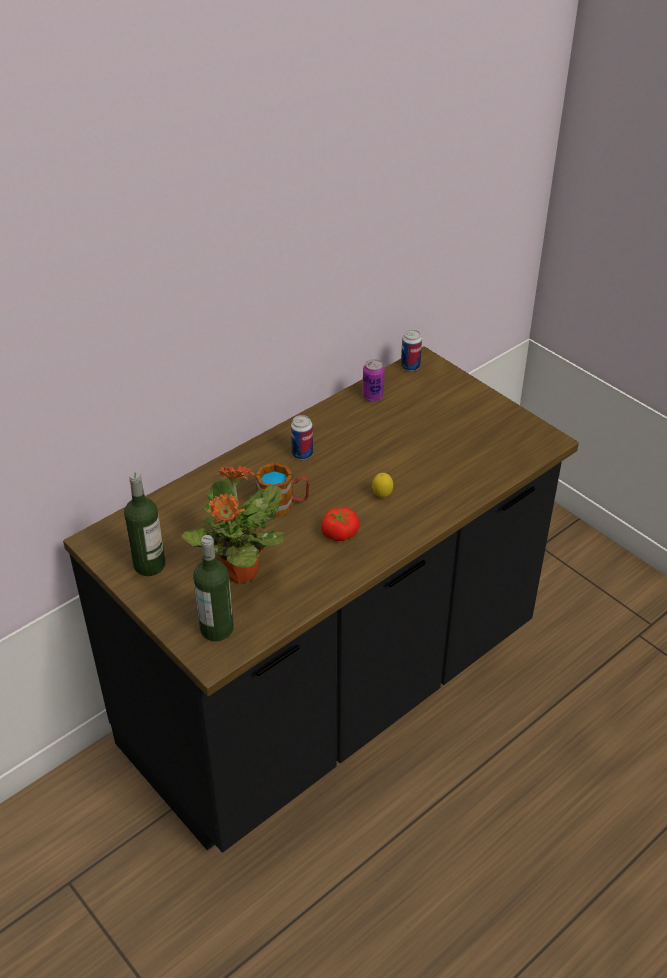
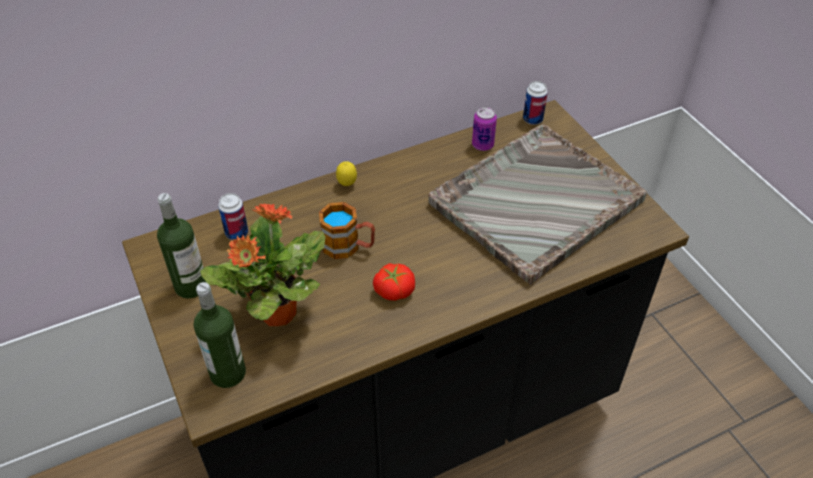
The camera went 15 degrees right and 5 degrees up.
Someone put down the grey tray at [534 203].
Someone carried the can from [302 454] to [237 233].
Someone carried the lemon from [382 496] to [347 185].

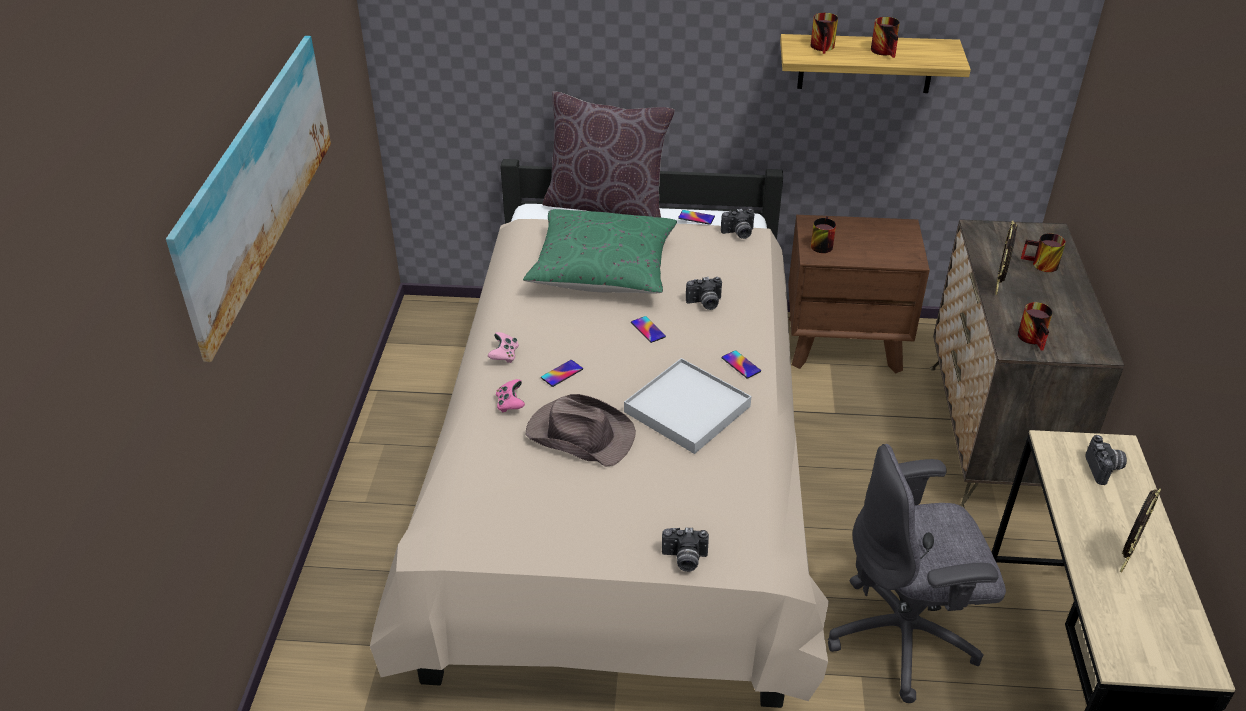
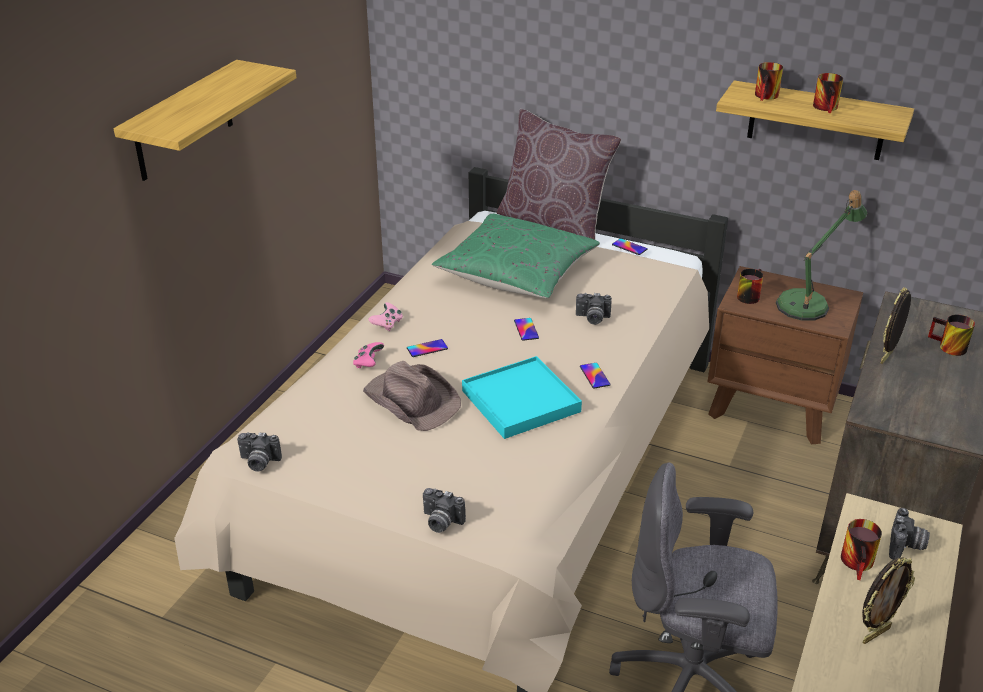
The camera went 20 degrees right and 5 degrees down.
Someone put down the table lamp at [809 303].
Someone carried the photo camera from [738 234] to [259 462].
Someone carried the mug from [1035 339] to [860 564].
Someone swapped the picture at [252 183] for the shelf at [183 121].
Someone repainted the white tray at [687 409], which became the turquoise tray at [521 401].

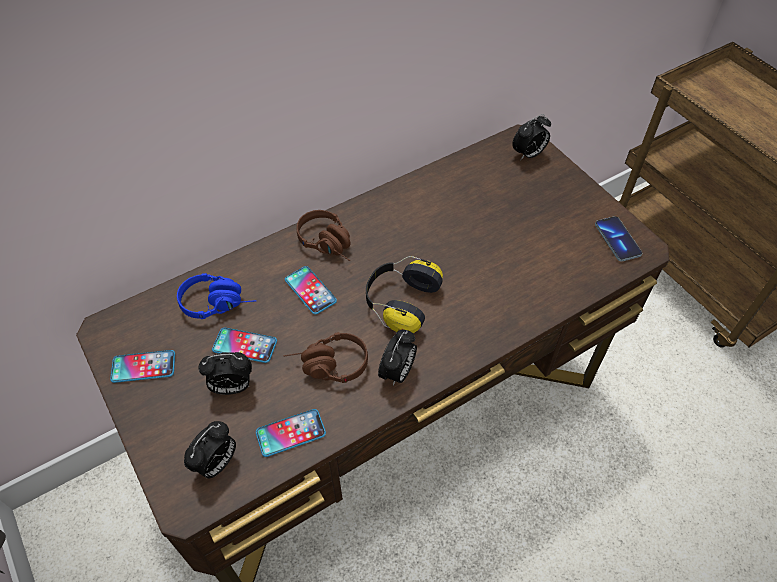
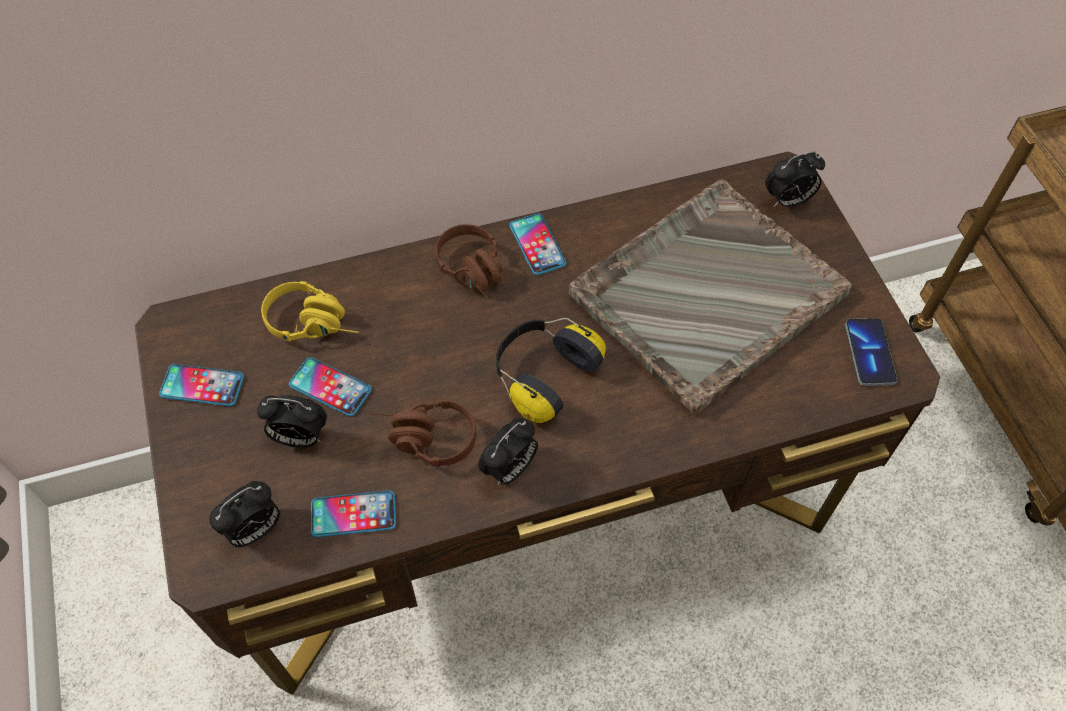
The camera went 15 degrees right and 5 degrees up.
Someone put down the grey tray at [705 295].
Someone carried the phone from [310 290] to [537 245].
Someone repainted the blue headphones at [220 302], which became the yellow headphones at [315 323].

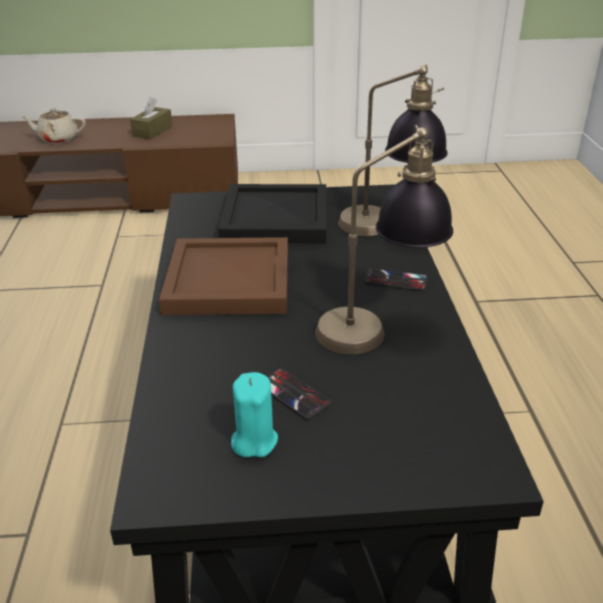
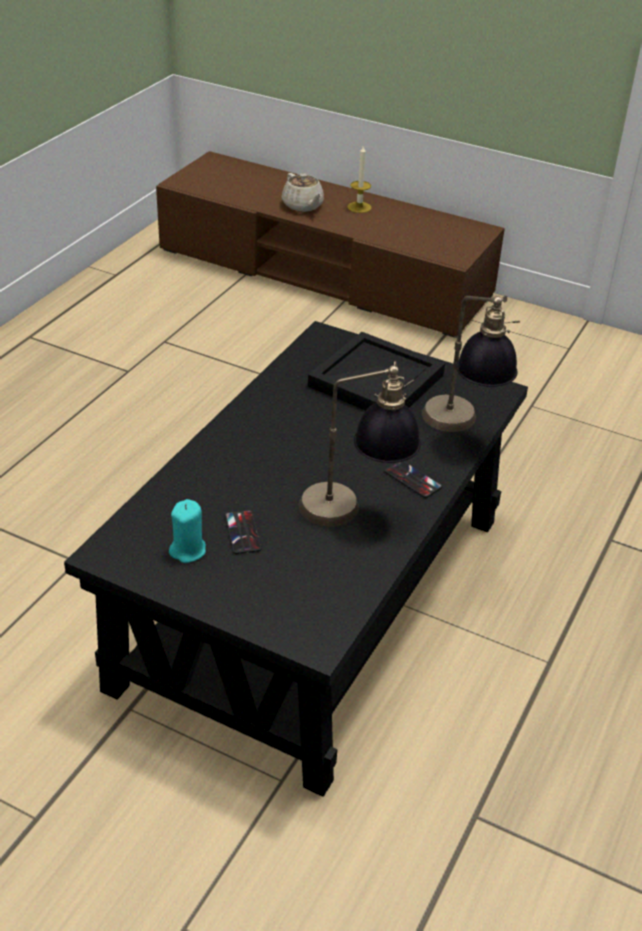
The camera went 30 degrees right and 5 degrees up.
Someone took away the brown tissue box at [152 131].
Someone took away the brown tray at [226 282].
Someone put down the candle at [359 207].
Someone rotated the beige teapot at [58 139] by 150 degrees counterclockwise.

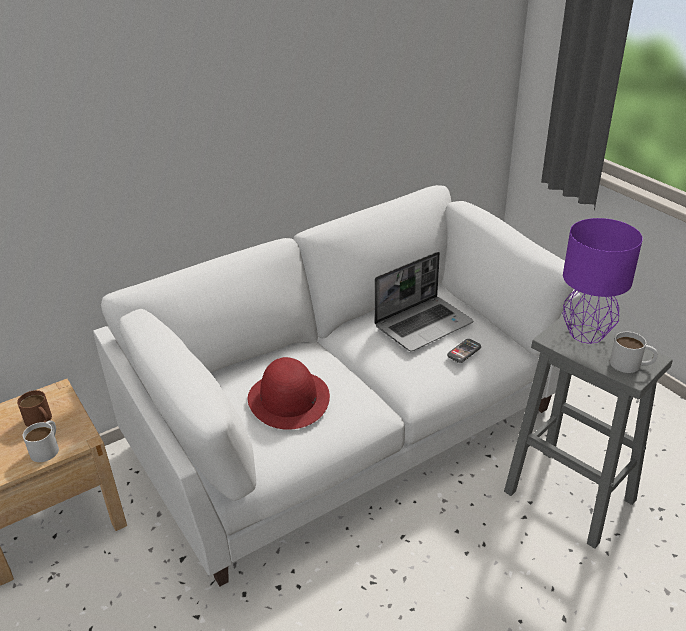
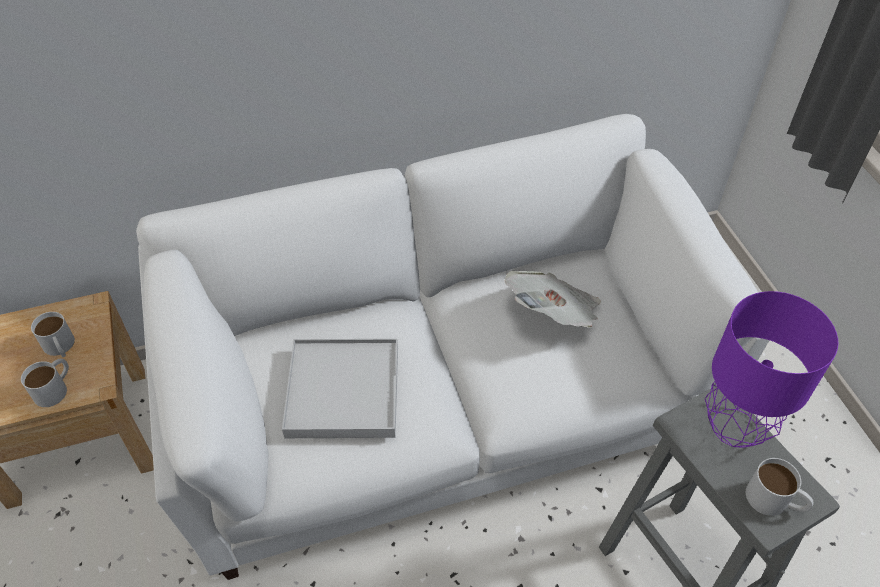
The camera went 15 degrees right and 15 degrees up.
Someone took away the phone at [464 352].
Someone swapped the red hat at [289 399] for the white tray at [343 391].
Someone swapped the laptop at [423 324] for the newspaper at [553 314].
Someone repainted the brown mug at [41 421], which became the white mug at [60 347].

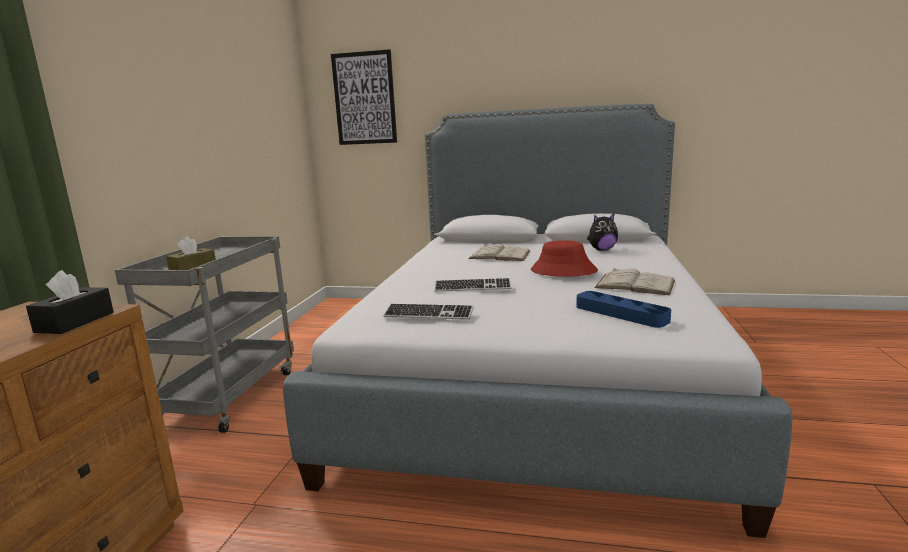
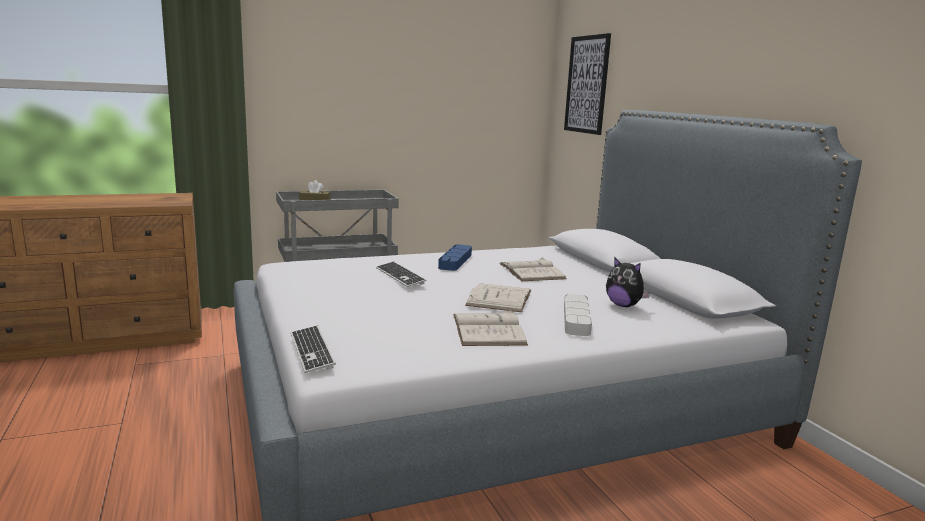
The camera went 55 degrees right and 0 degrees up.
Someone took away the black tissue box at [75 322].
Someone put down the grey tray at [576 319].
Someone carried the keyboard from [428 314] to [311 351].
Someone carried the blue tray from [621 314] to [455 261].
Someone swapped the red hat at [563 271] for the white book at [499 298].

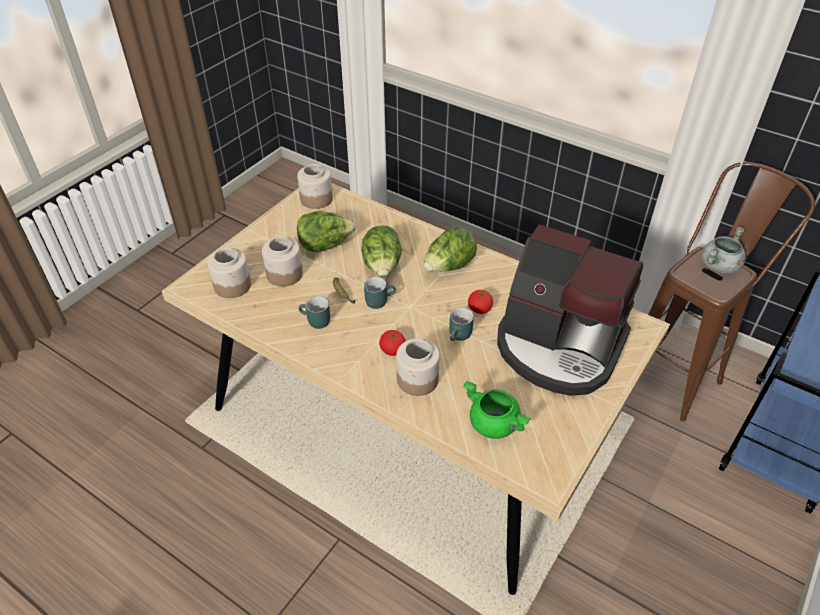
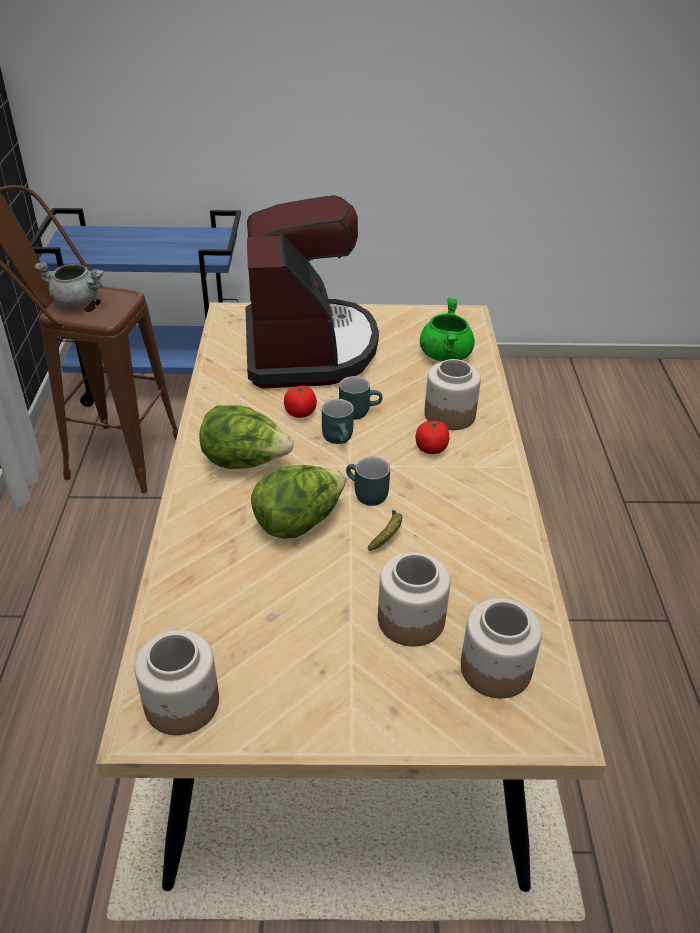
The camera went 125 degrees left and 5 degrees down.
Someone took away the lettuce at [325 245].
Someone carried the turquoise mug from [315 322] to [341 438].

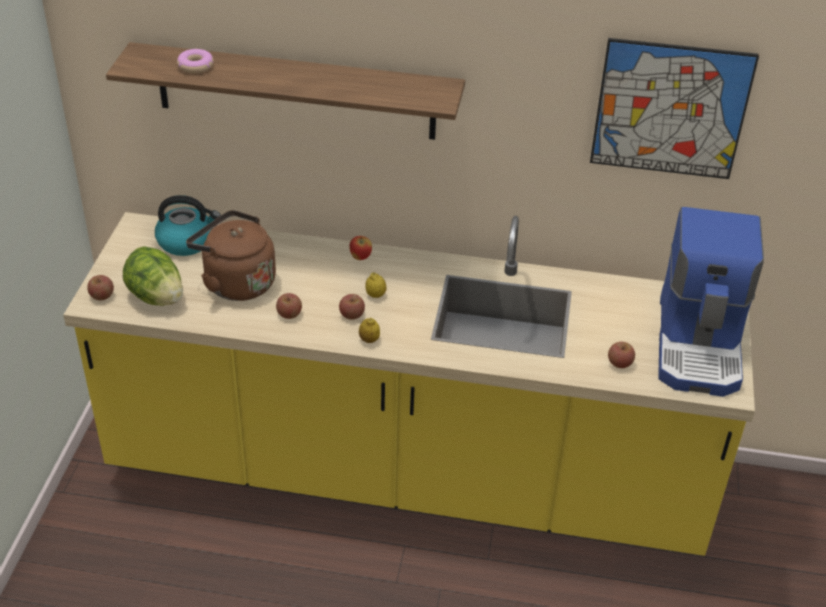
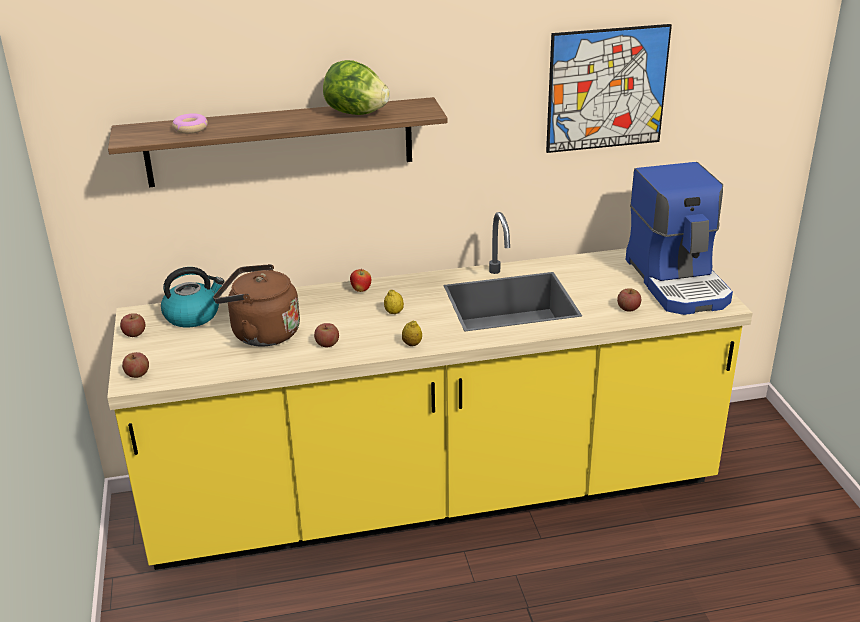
The camera went 20 degrees left and 10 degrees down.
Someone carried the lettuce from [156 297] to [356 113].
Someone carried the apple from [352 315] to [134 334].

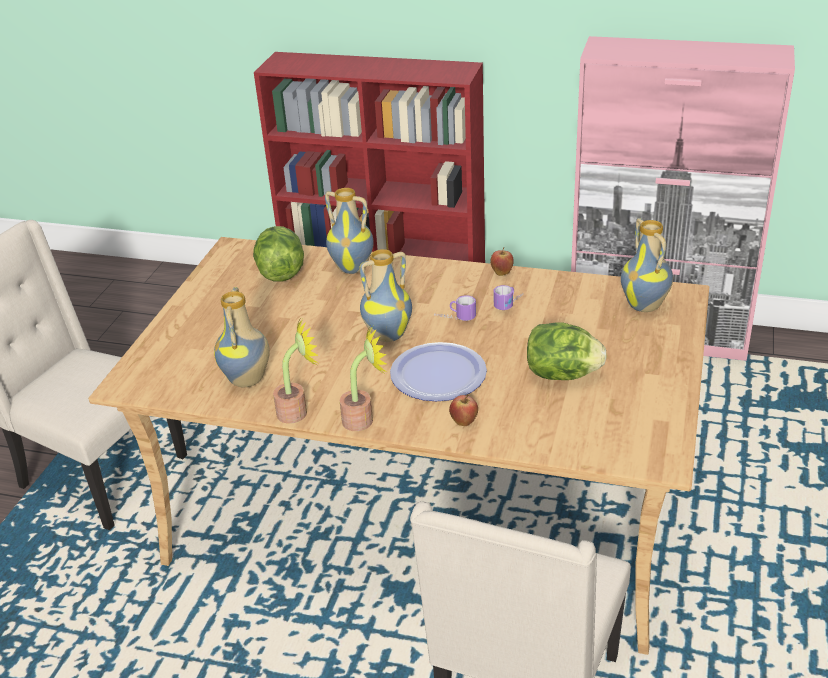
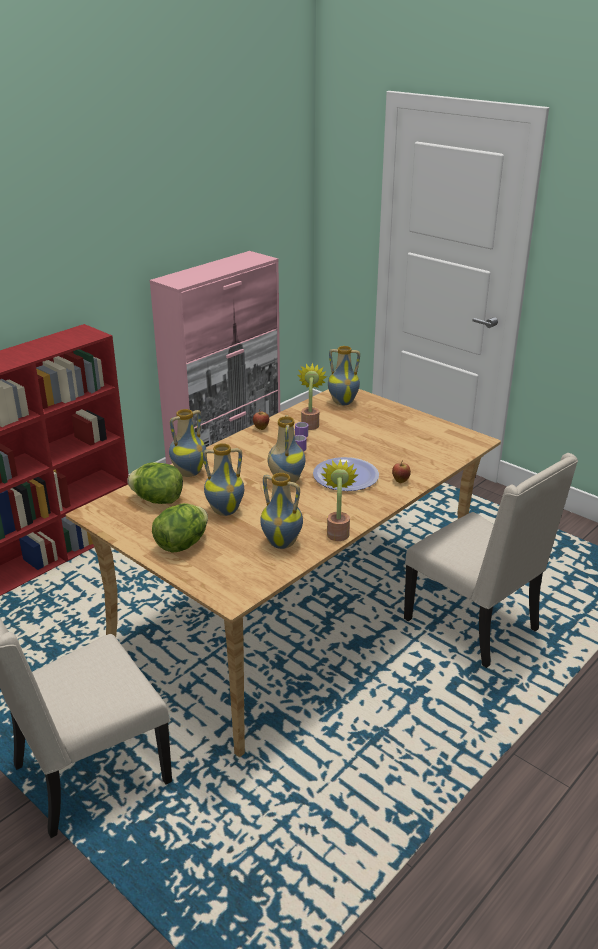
The camera went 65 degrees left and 5 degrees down.
Someone put down the vase at [225 510].
Someone carried the potted plant from [364 419] to [310 424].
Someone carried the lettuce from [562 374] to [182 544].

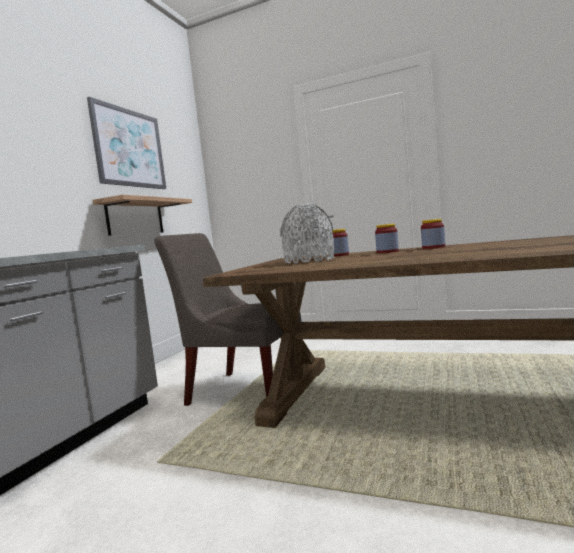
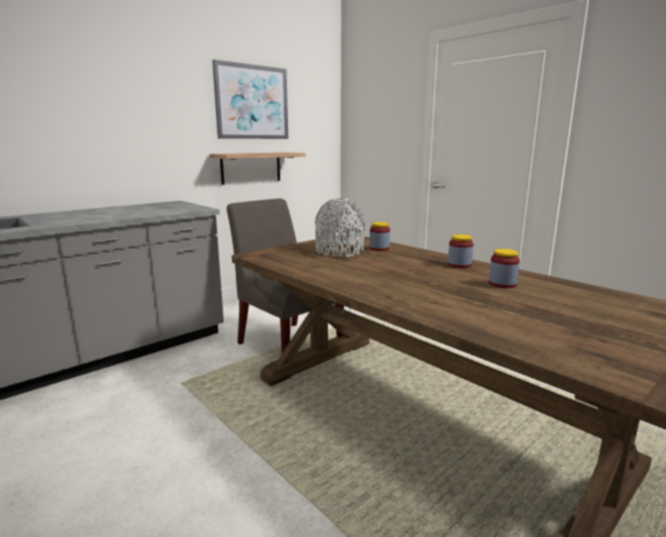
The camera went 25 degrees right and 10 degrees up.
Someone carried the jar from [387 252] to [502 284].

